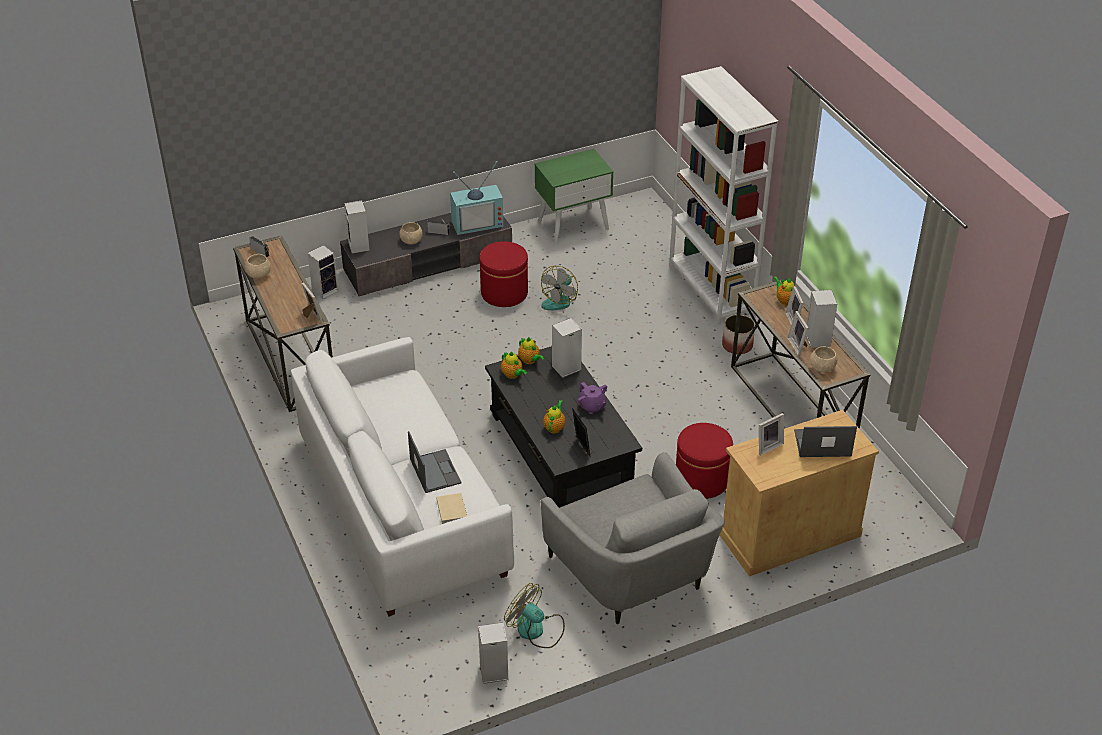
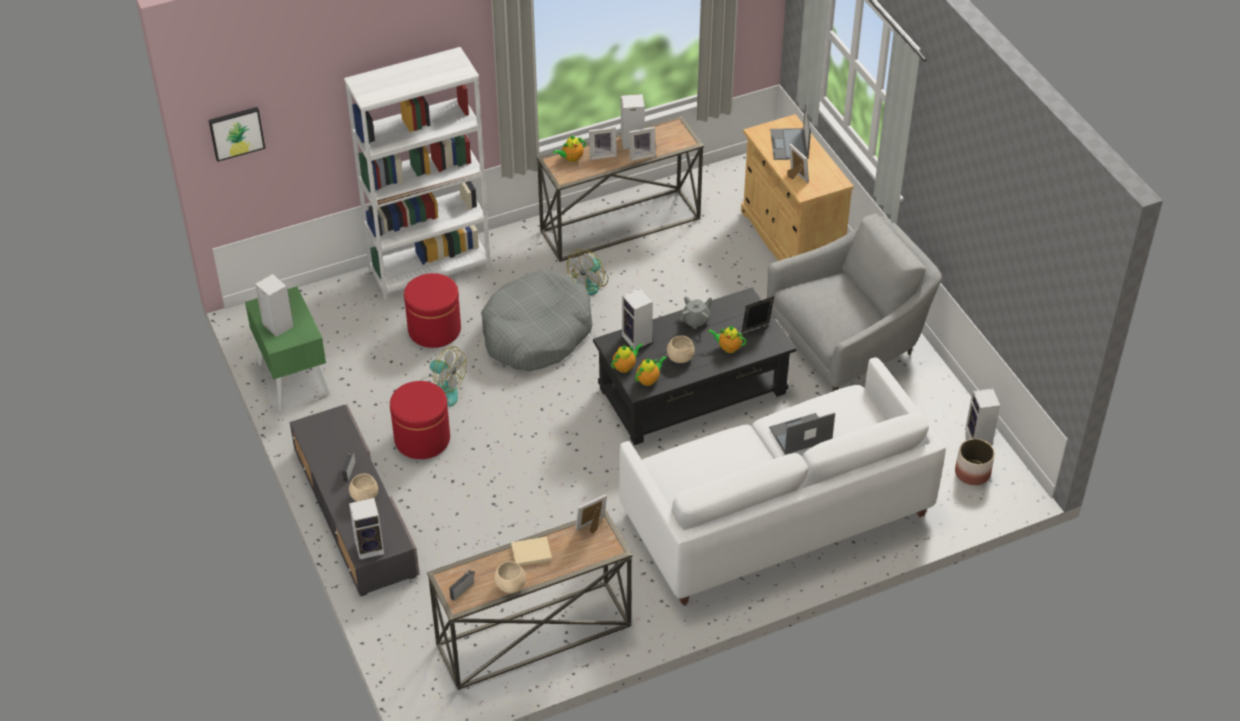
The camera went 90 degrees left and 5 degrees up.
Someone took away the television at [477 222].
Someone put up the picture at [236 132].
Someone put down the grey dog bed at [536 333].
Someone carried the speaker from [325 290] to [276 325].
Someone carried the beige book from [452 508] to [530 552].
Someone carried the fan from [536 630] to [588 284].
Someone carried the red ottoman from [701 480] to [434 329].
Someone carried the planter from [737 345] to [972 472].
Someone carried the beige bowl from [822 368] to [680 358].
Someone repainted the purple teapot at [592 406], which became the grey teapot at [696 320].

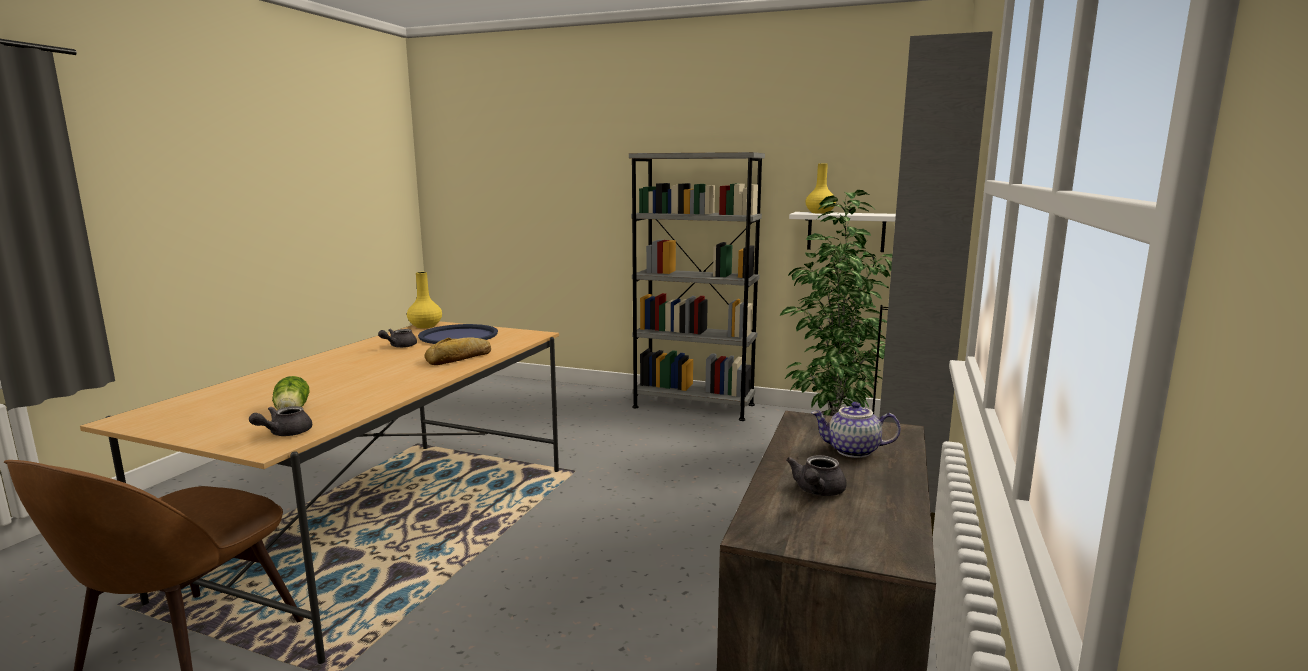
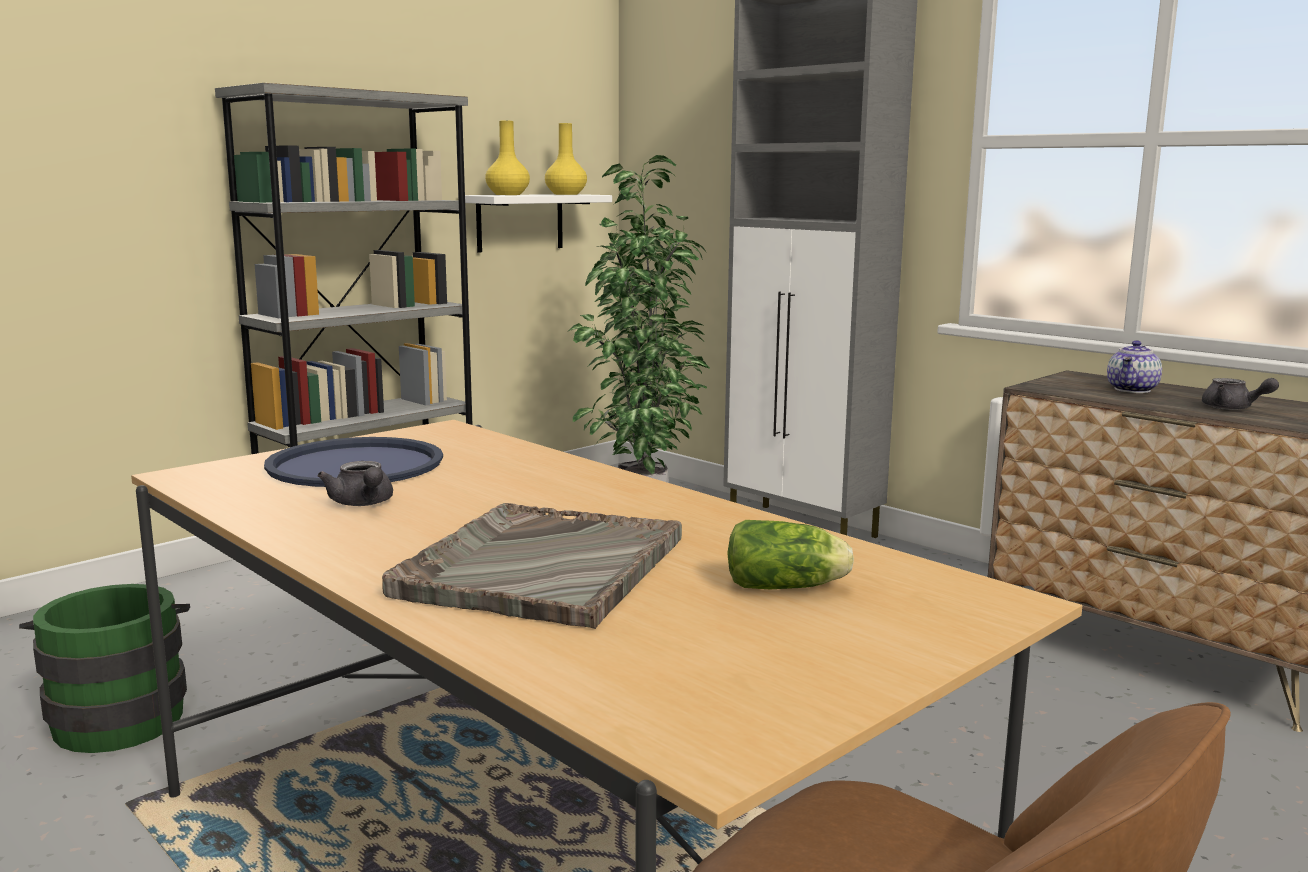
The camera went 65 degrees left and 0 degrees up.
Someone took away the grey teapot at [284 433].
Someone took away the bread at [460 358].
Someone put down the green bucket at [119 716].
Someone put down the grey tray at [541 567].
Someone carried the yellow vase from [425 326] to [566 194].

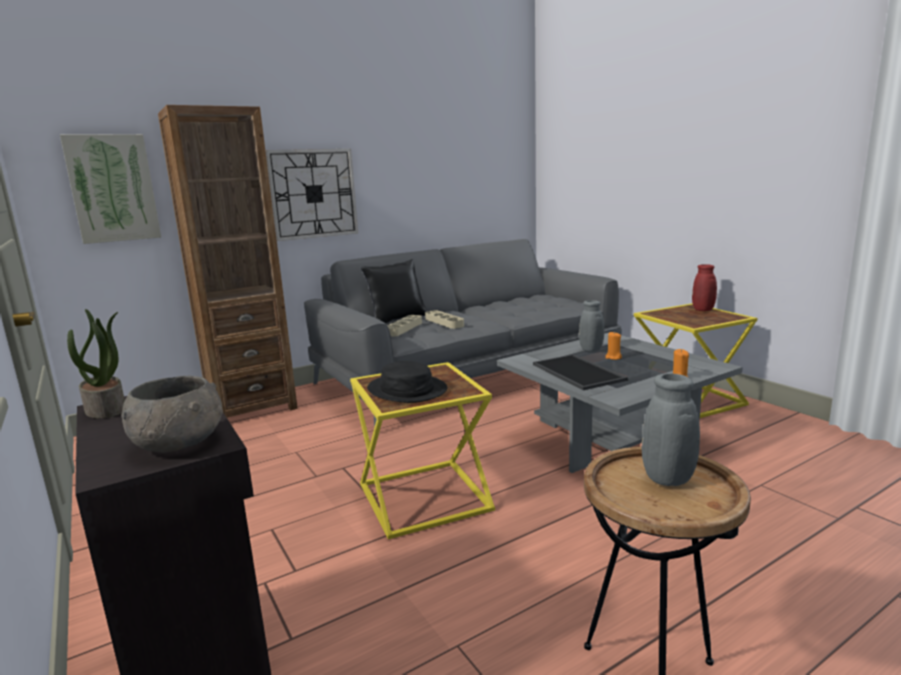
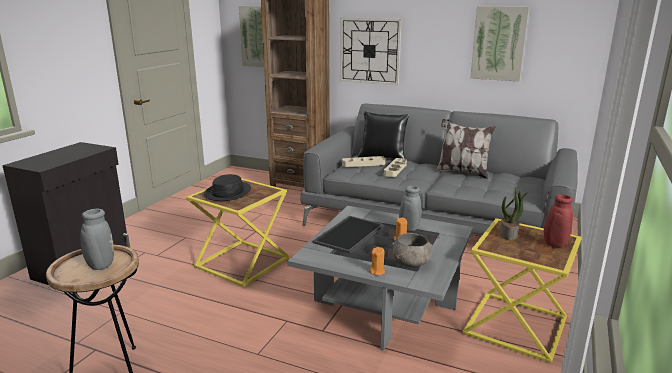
The camera went 55 degrees right and 5 degrees up.
Someone put down the pillow at [462 172].
Someone put up the picture at [499 43].
Someone carried the potted plant from [107 409] to [509 234].
Someone carried the grey bowl from [180 443] to [411 263].

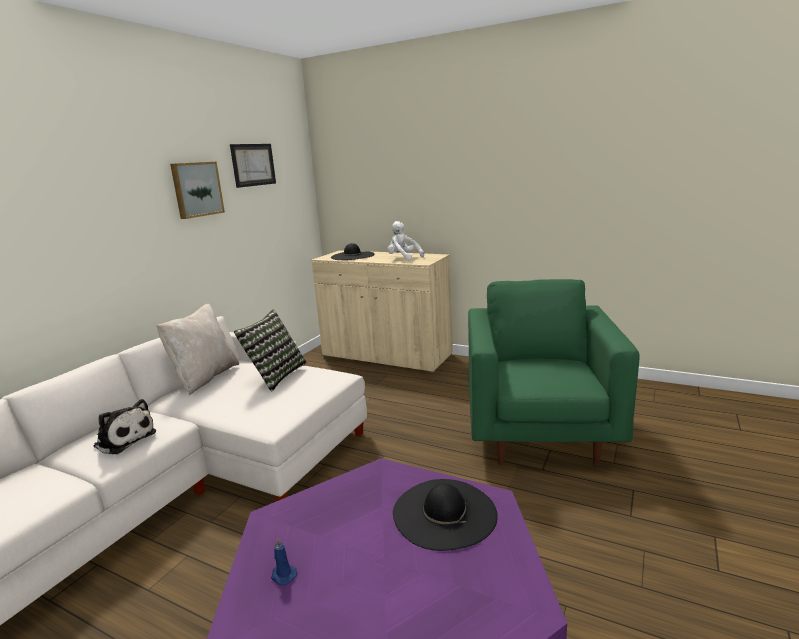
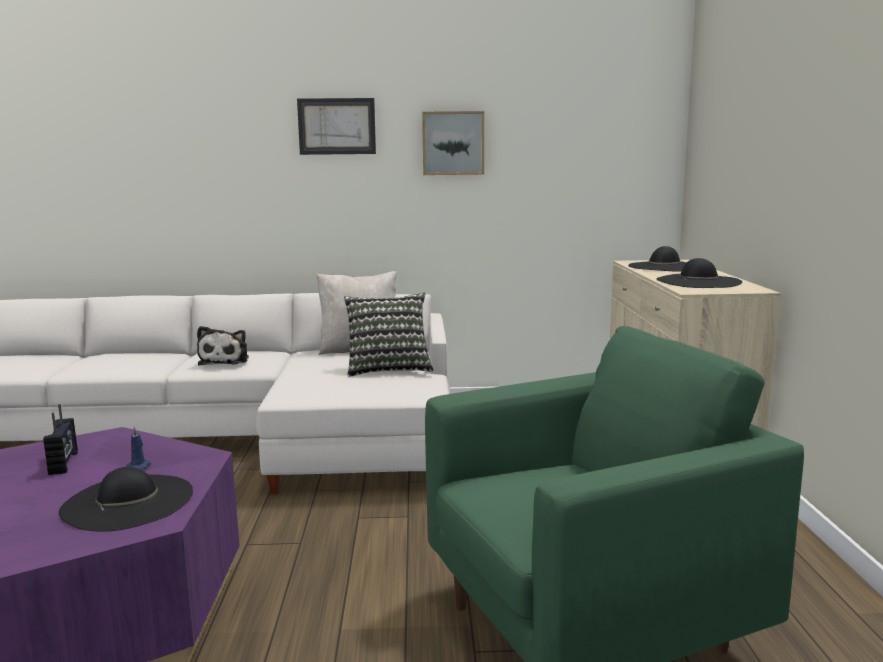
The camera went 60 degrees right and 5 degrees down.
Someone put down the radio at [64 463].
Someone carried the picture from [253 165] to [337 126].
Someone carried the blue candle from [283 575] to [139 466].
Someone swapped the white plush toy at [403 258] for the black hat at [698 281].

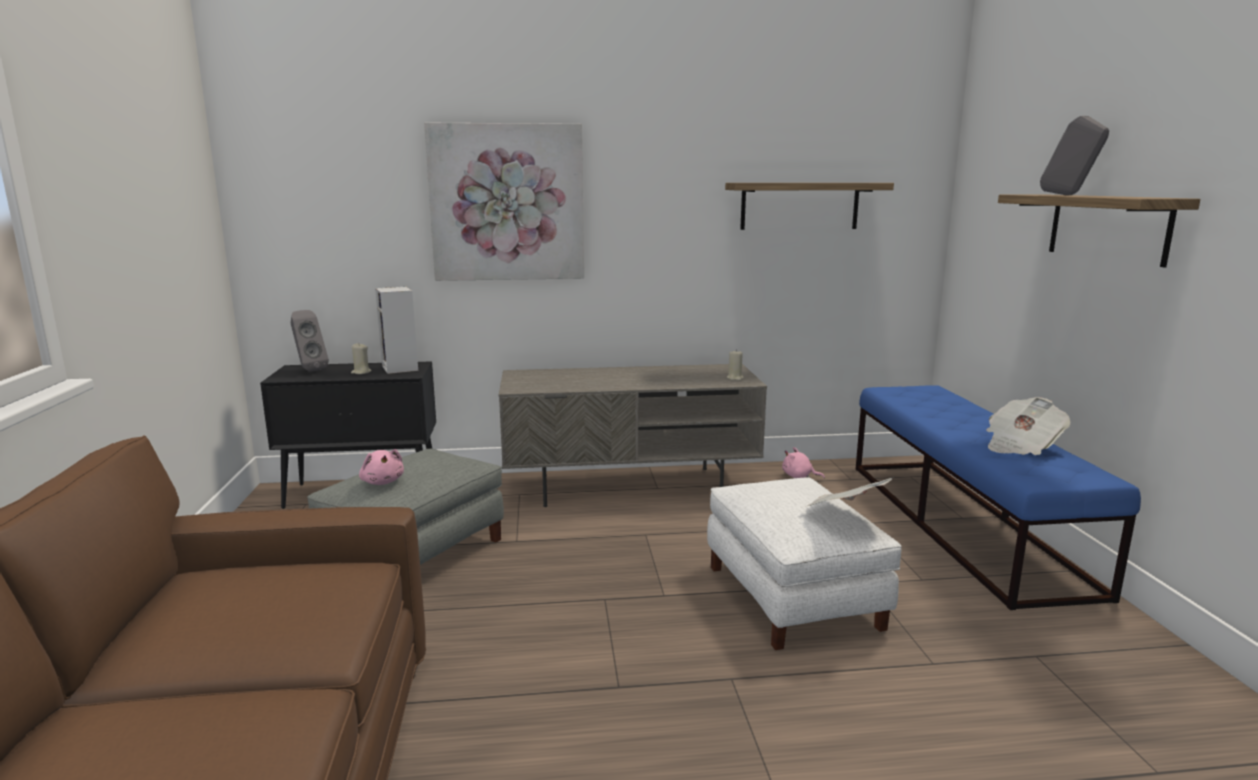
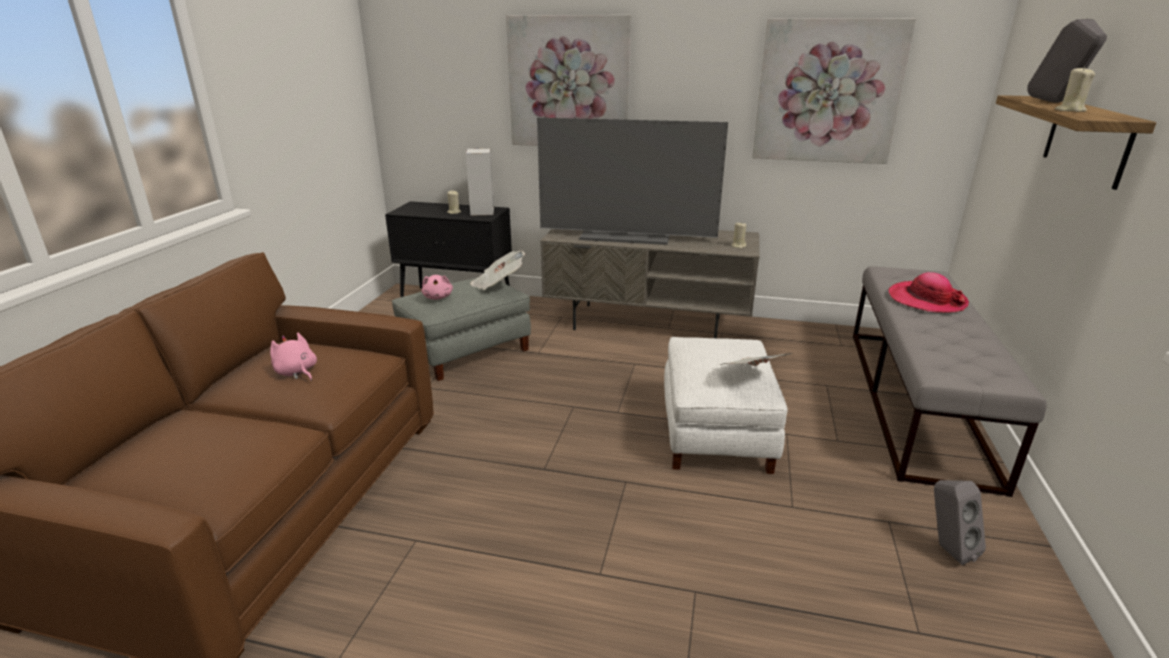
The camera went 20 degrees right and 10 degrees up.
Someone put down the television at [626 236].
Someone put down the hat at [926 300].
Someone put down the beige candle at [1070 110].
Someone carried the grey speaker from [309 370] to [946 549].
Someone carried the pink plush toy from [799 477] to [296 372].
Someone carried the newspaper from [1020 446] to [498 284].
Someone swapped the shelf at [799 206] for the picture at [828 92].
Someone repainted the blue bench at [963 524], which became the grey bench at [916 401].

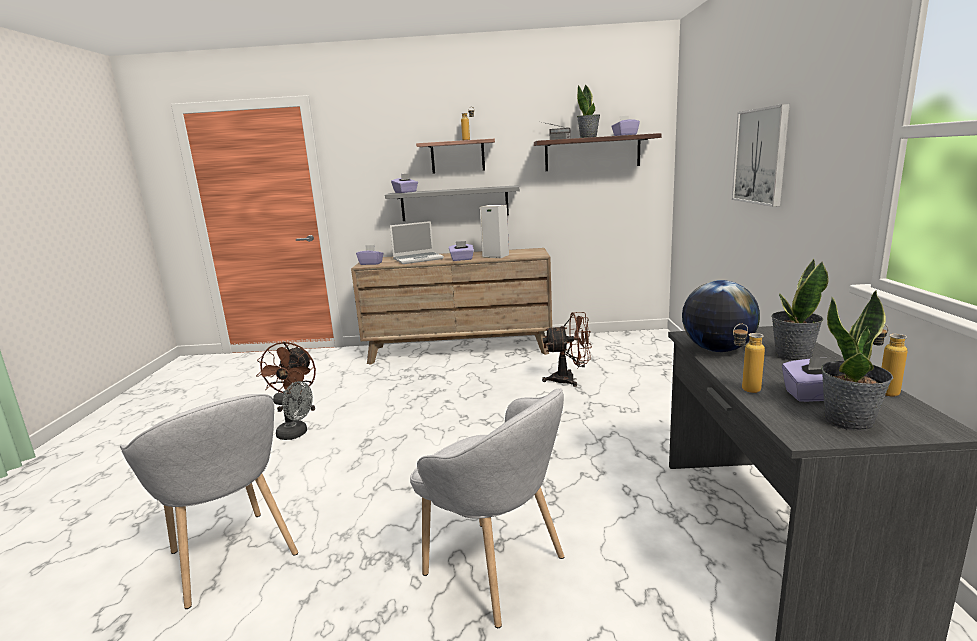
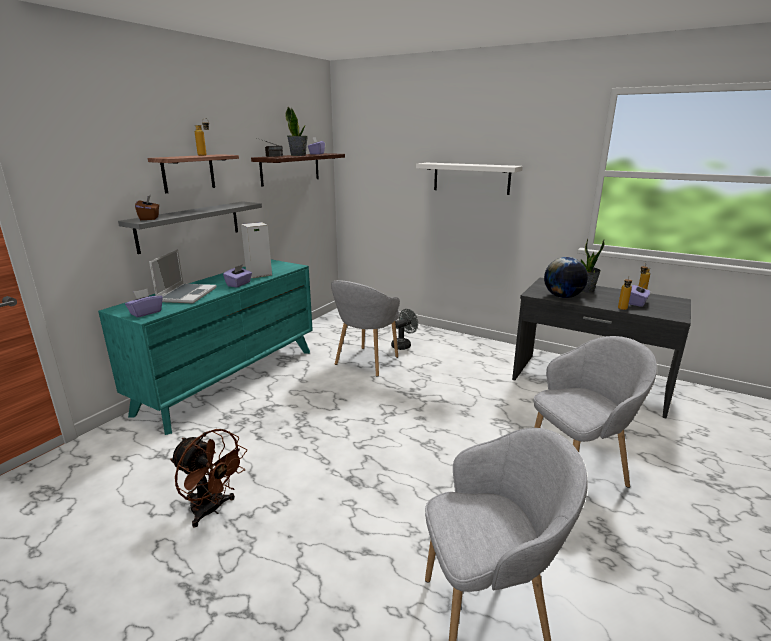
The camera went 60 degrees left and 5 degrees up.
Someone took away the potted plant at [849 421].
Someone carried the grey fan from [296 434] to [403 345].
Someone swapped the brown fan at [569 379] for the grey armchair at [366 362].
Someone swapped the picture at [761 156] for the white shelf at [471 178].
Someone repainted the brown dresser at [459 350], which became the turquoise dresser at [231 379].
Someone repainted the purple tissue box at [406 192], which became the brown tissue box at [150 218].

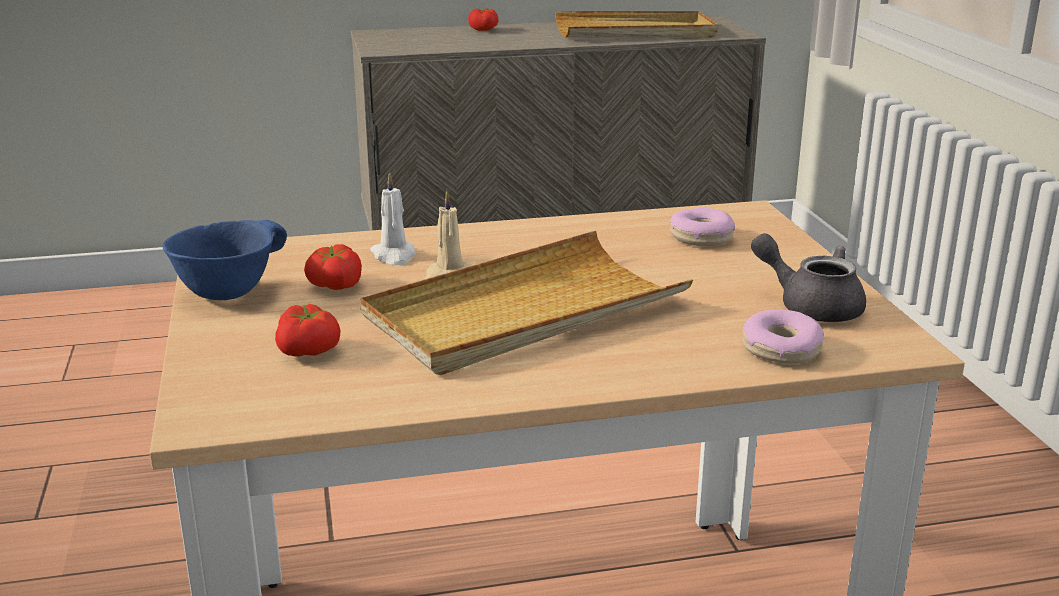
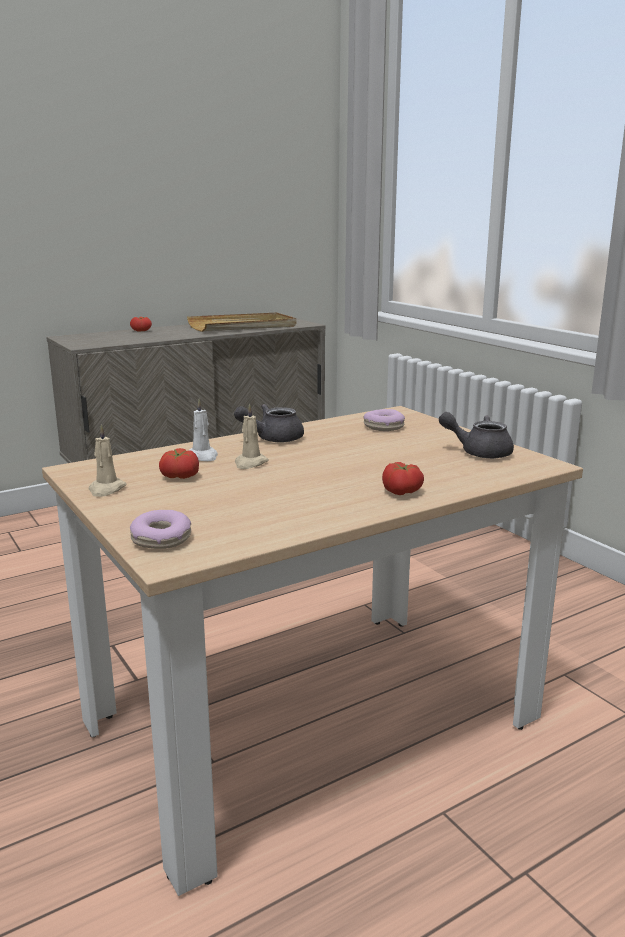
The camera went 20 degrees left and 5 degrees down.
Someone took away the beige tray at [524 311].
Someone put down the grey teapot at [272 438].
Someone carried the tomato from [310 351] to [402 492].
Someone carried the donut from [780 349] to [161 539].
Someone swapped the blue bowl at [227 292] for the beige candle at [106 489].

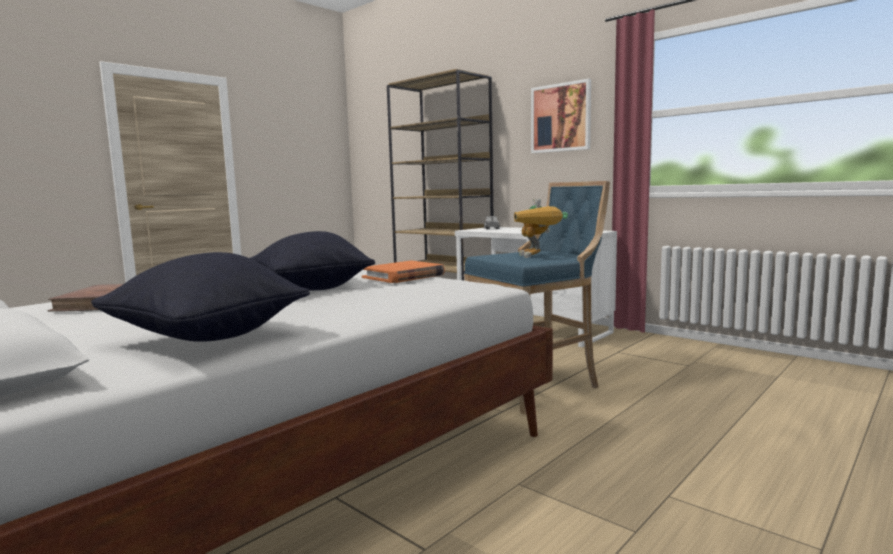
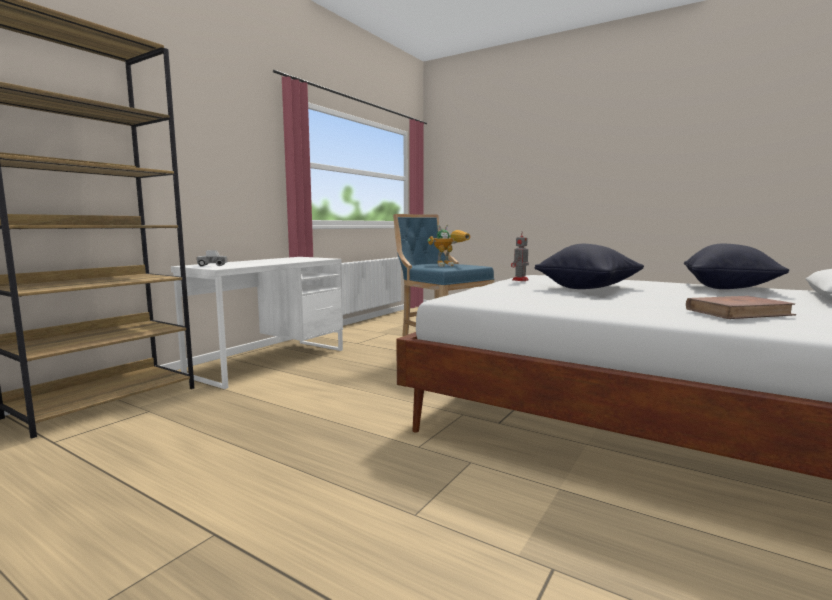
The camera went 100 degrees left and 0 degrees up.
Someone took away the picture at [561 118].
Someone swapped the orange book at [403 276] for the toy robot at [520 280].

